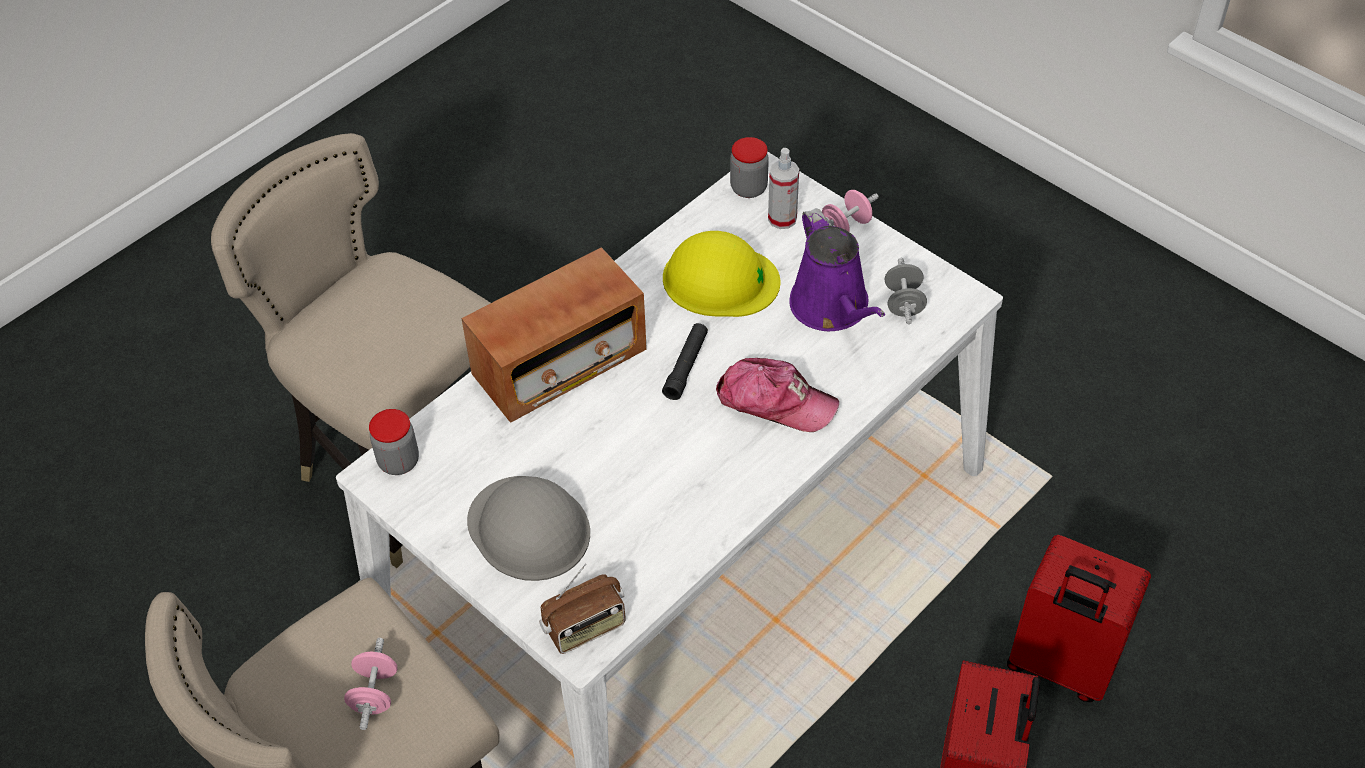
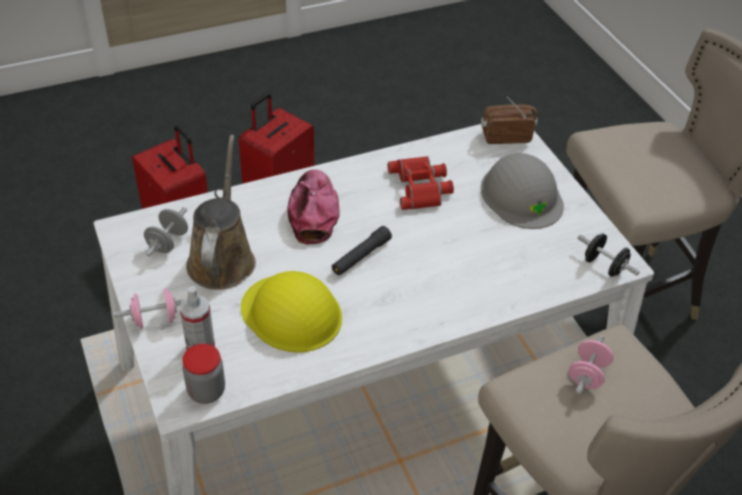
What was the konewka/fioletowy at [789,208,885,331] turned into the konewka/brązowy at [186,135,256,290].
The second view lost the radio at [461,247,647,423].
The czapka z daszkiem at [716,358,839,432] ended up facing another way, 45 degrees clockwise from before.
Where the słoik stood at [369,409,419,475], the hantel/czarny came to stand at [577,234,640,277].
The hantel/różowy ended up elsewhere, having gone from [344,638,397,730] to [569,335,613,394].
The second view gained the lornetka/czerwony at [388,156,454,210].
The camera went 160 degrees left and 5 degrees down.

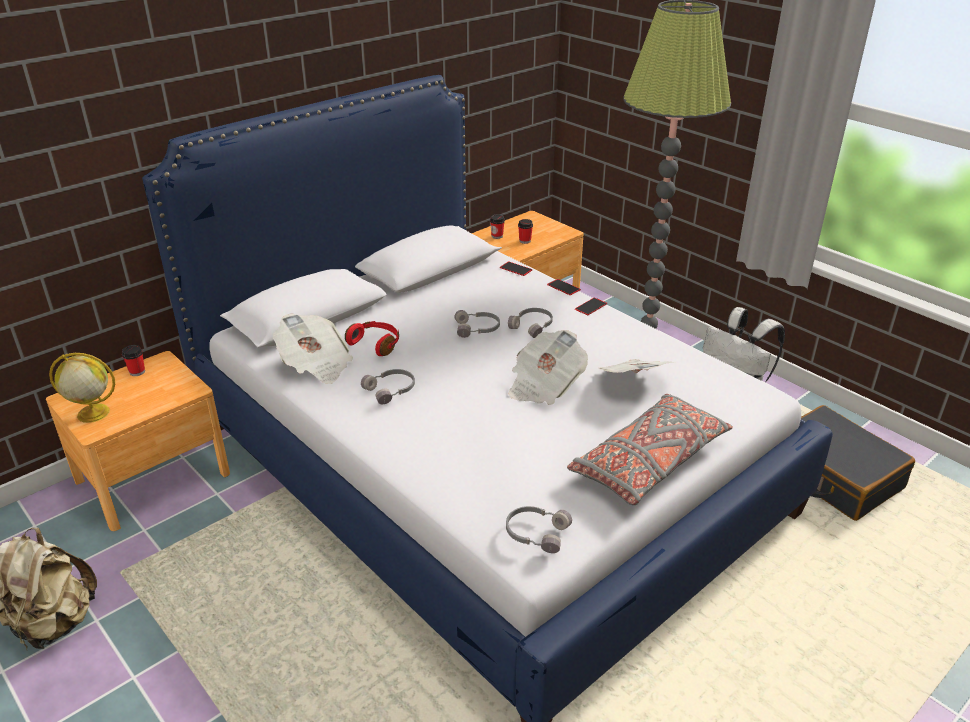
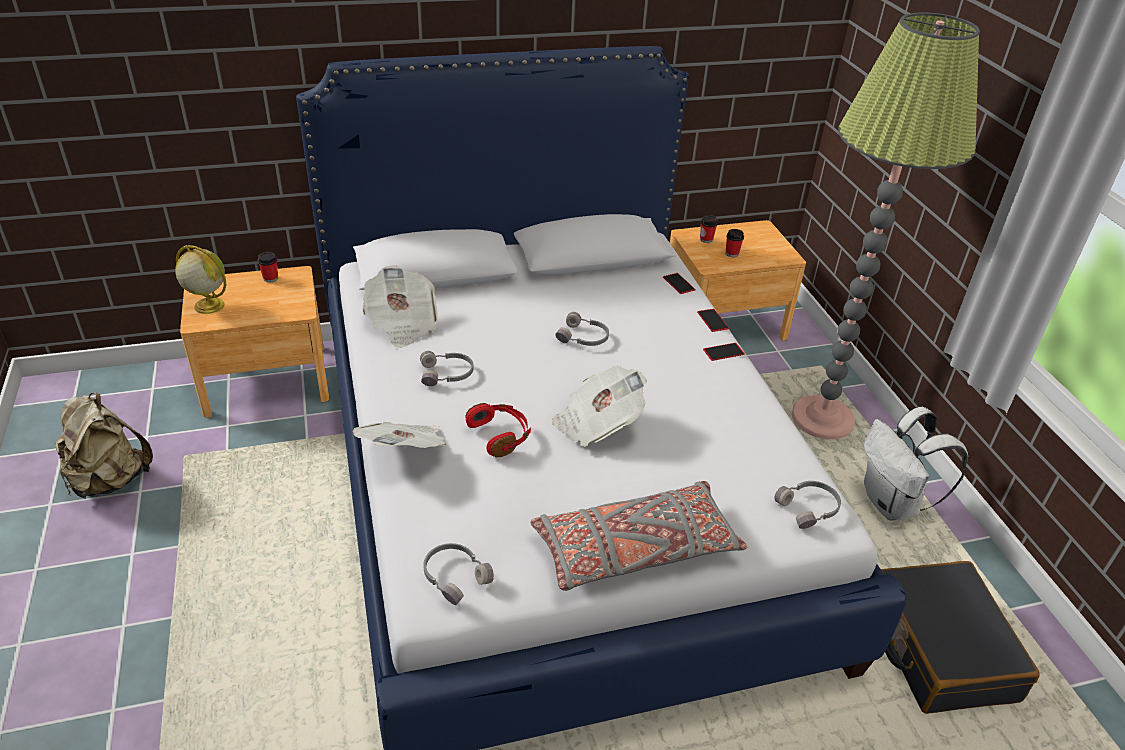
The słuchawki/szary ended up elsewhere, having gone from [508,308,553,338] to [774,481,841,529].
The słuchawki/czerwony ended up elsewhere, having gone from [345,321,399,356] to [466,403,531,457].
The gazeta ended up elsewhere, having gone from [600,359,675,373] to [353,422,446,448].
The camera went 25 degrees right and 5 degrees up.

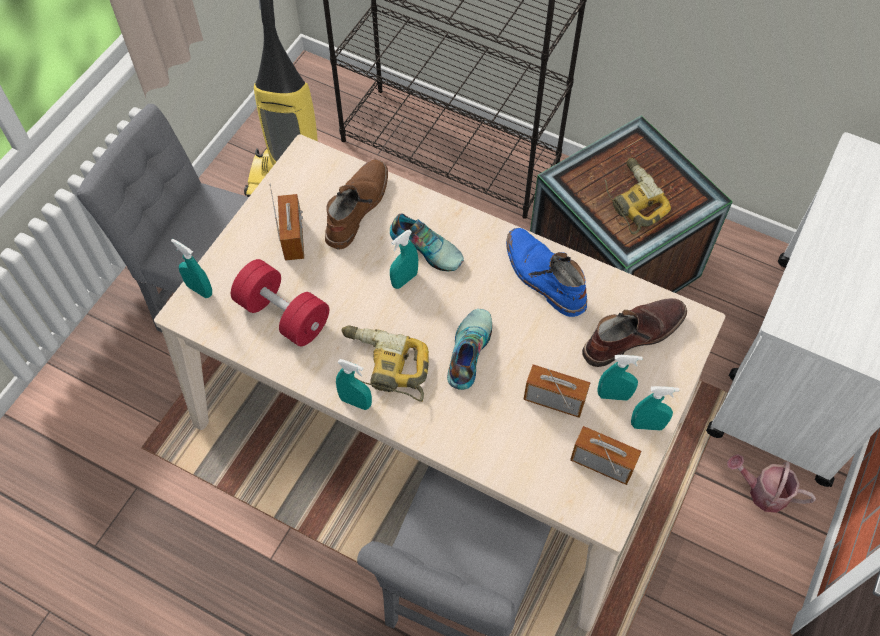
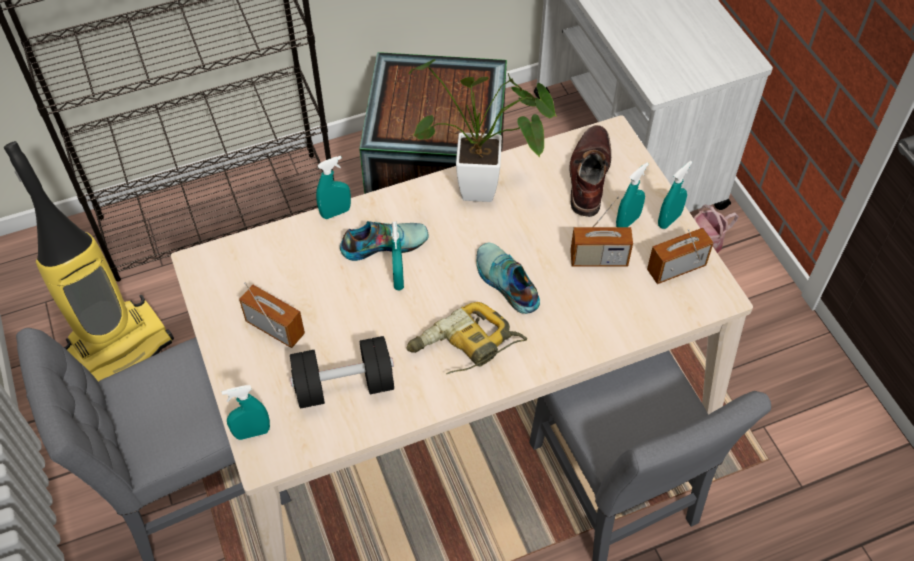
The second view lost the wiertarka at [605,158,671,235].
The second view lost the but z cholewką/brązowy at [325,160,388,250].
Where the but z cholewką/niebieski stood at [506,228,587,317], the roślina doniczkowa came to stand at [409,59,557,202].
What was the hantel/czerwony at [231,259,329,346] turned into the hantel/czarny at [290,336,394,409].
The spryskiwacz/turkusowy ended up elsewhere, having gone from [336,359,372,410] to [316,156,351,219].
The radio at [523,364,590,418] ended up facing another way, 150 degrees counterclockwise from before.
The camera went 50 degrees left and 5 degrees down.

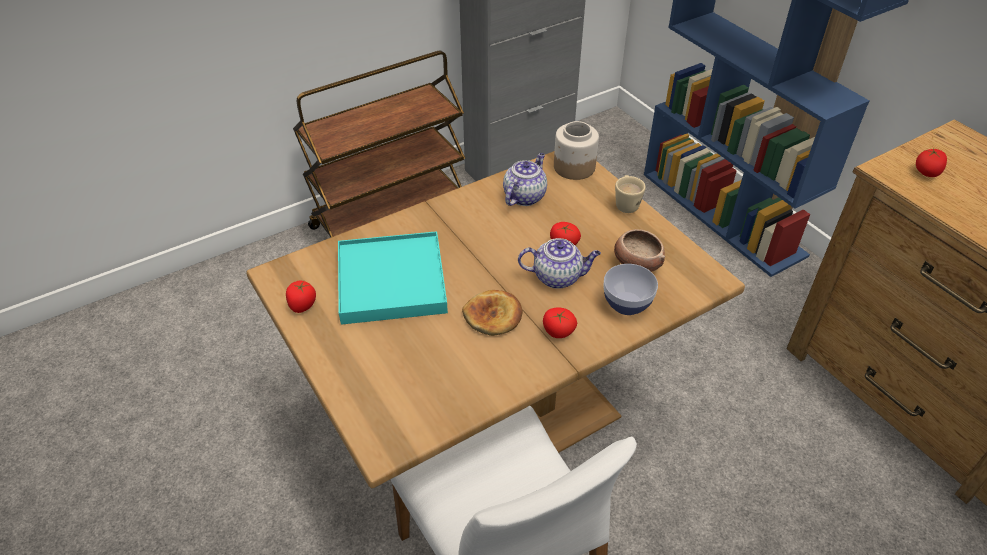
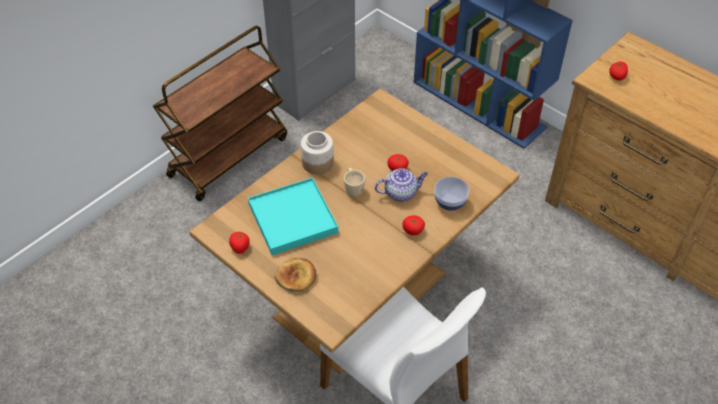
The słoik ended up elsewhere, having gone from [554,121,599,180] to [301,131,334,174].
The second view lost the imbryk at [503,153,547,206].
The kubek/beżowy ended up elsewhere, having gone from [615,175,646,213] to [344,168,365,197].
The second view lost the miska at [614,229,665,272].
The chleb ended up elsewhere, having gone from [462,290,523,336] to [274,258,316,292].
The camera went 15 degrees left and 5 degrees up.

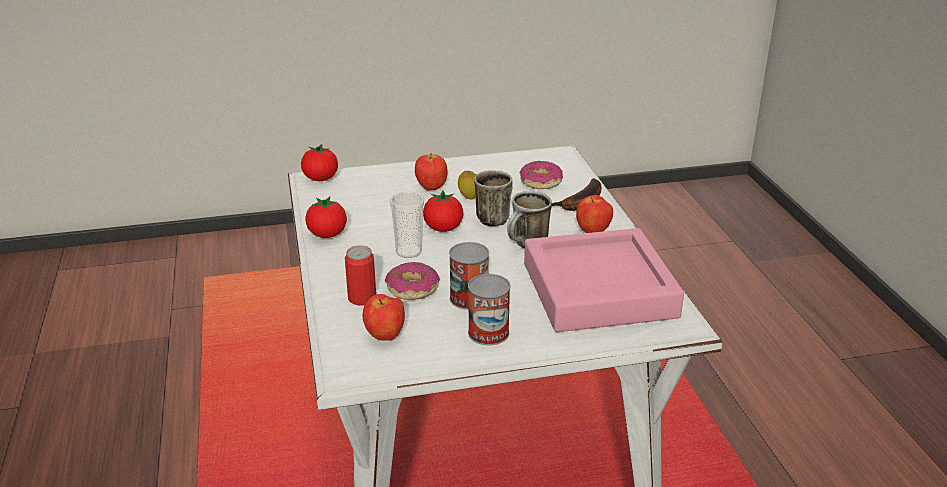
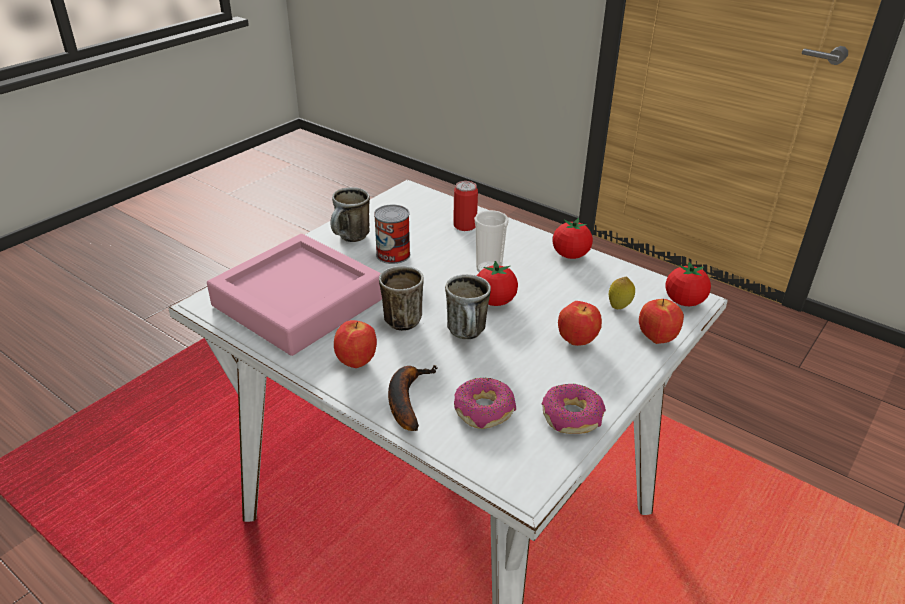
The cytryna ended up elsewhere, having gone from [458,171,476,199] to [609,277,635,309].
The donut ended up elsewhere, having gone from [385,262,440,300] to [541,384,606,434].
Where the puszka stood at [468,274,510,345], the kubek came to stand at [331,187,370,242].
The jabłko ended up elsewhere, having gone from [363,294,405,341] to [639,299,684,344].
The camera went 140 degrees right and 5 degrees up.

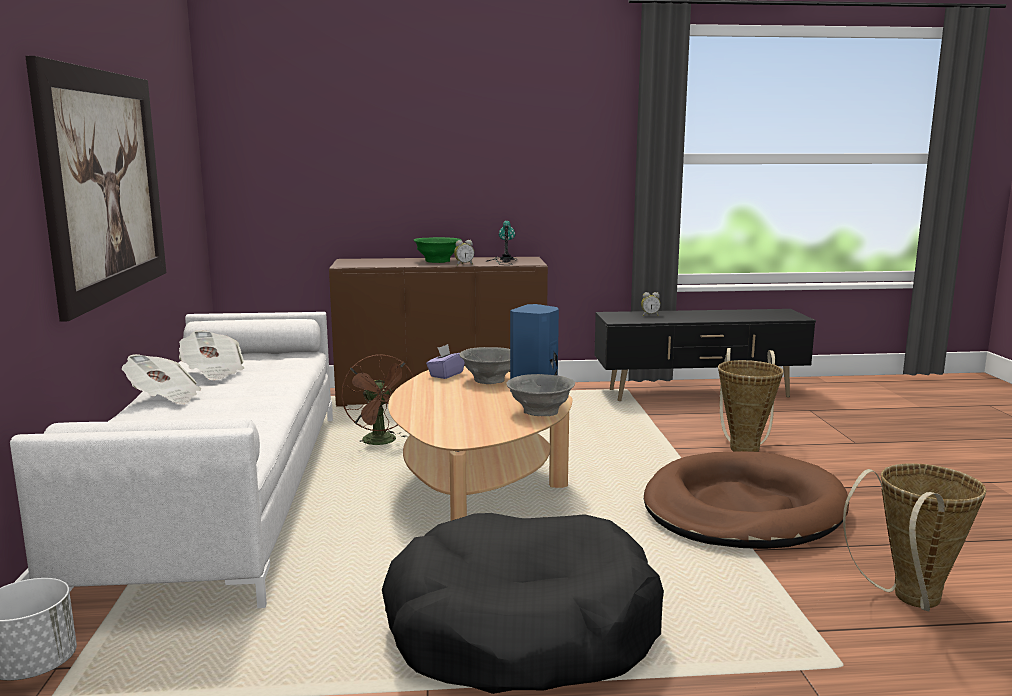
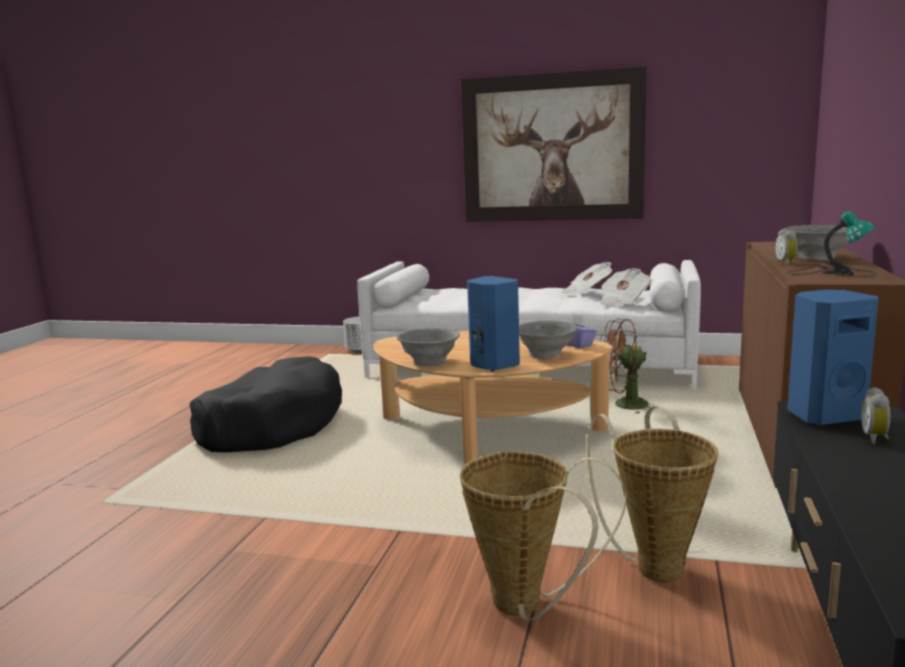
What was the miska/zielony at [413,237,461,263] turned into the miska/szary at [784,225,849,261].
The gazeta ended up elsewhere, having gone from [122,354,202,404] to [599,268,651,306].
The second view lost the legowisko/brązowy at [644,451,849,549].
The koszyk ended up elsewhere, having gone from [843,463,986,611] to [587,407,718,583].
The second view gained the głośnik/niebieski at [787,290,879,425].
The camera went 110 degrees right and 0 degrees up.

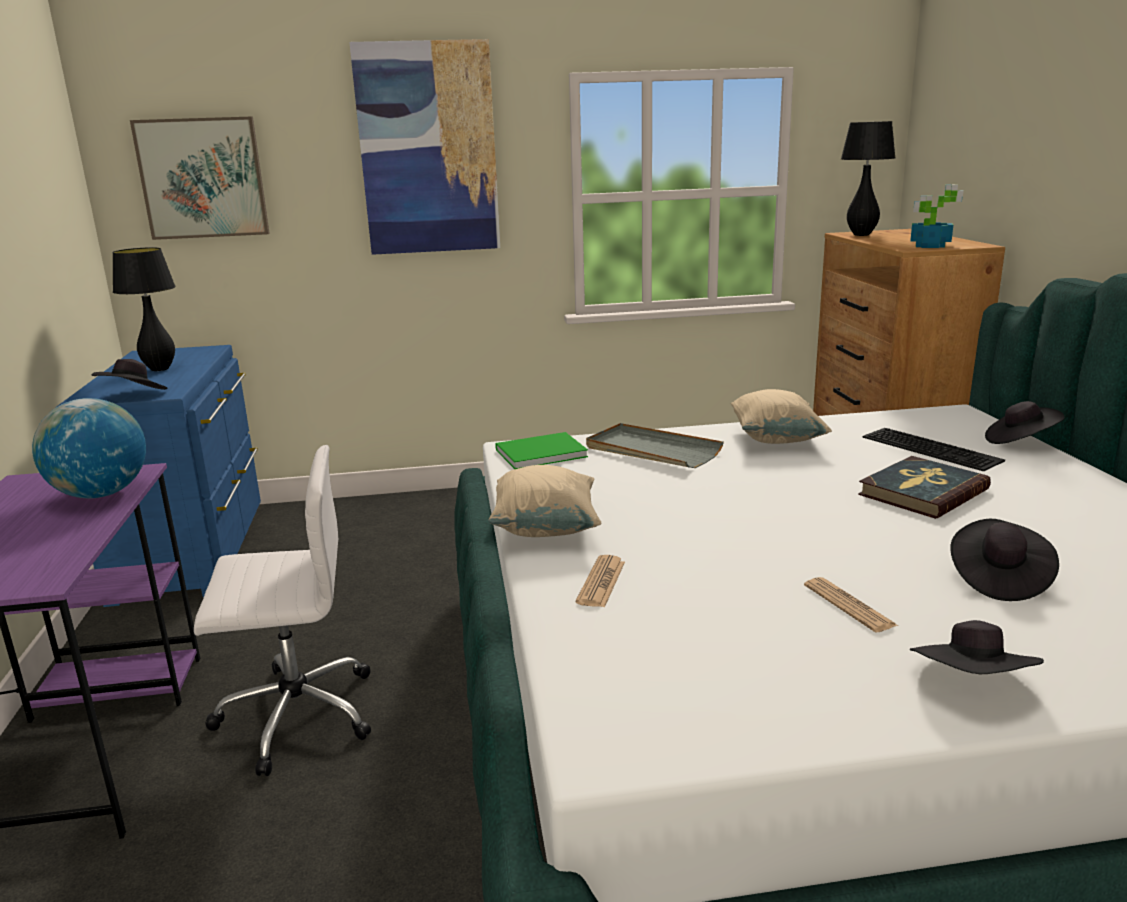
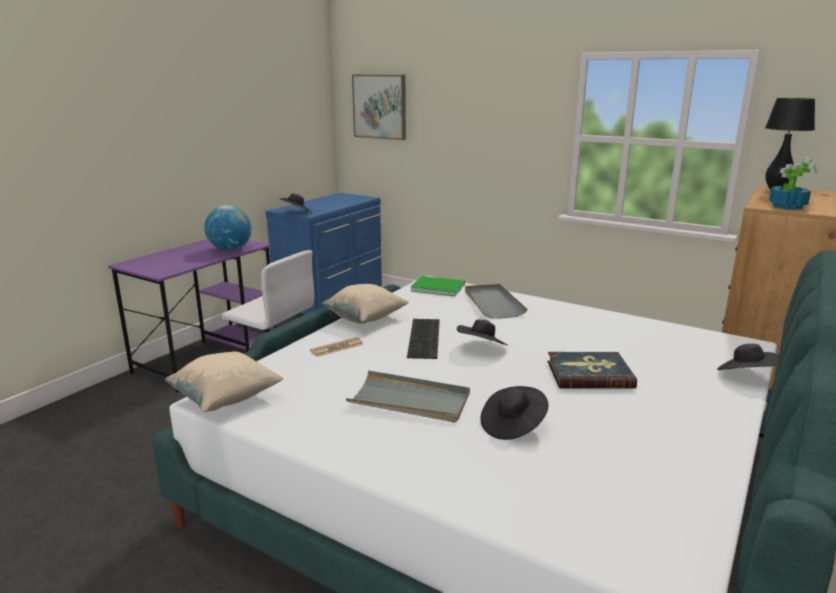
The second view lost the obraz at [349,39,500,255].
The second view lost the lampa stołowa/czarny at [112,247,176,371].
The poduszka/beżowy ended up elsewhere, having gone from [730,389,832,444] to [165,352,284,412].
The klawiatura ended up elsewhere, having gone from [863,428,1005,472] to [407,319,440,359].
Where the gazeta stood at [804,577,898,632], the taca/szary came to stand at [346,370,470,423].
The kapelusz/czarny ended up elsewhere, having gone from [910,620,1044,674] to [457,320,507,345].
The camera went 40 degrees right and 0 degrees up.

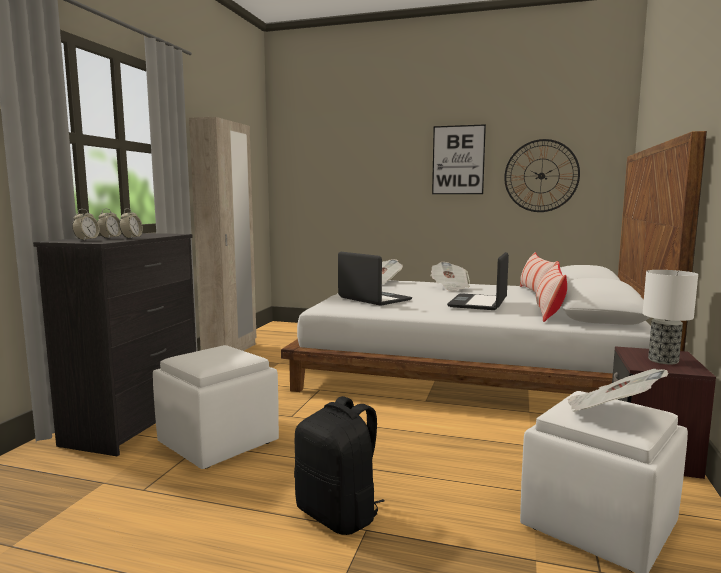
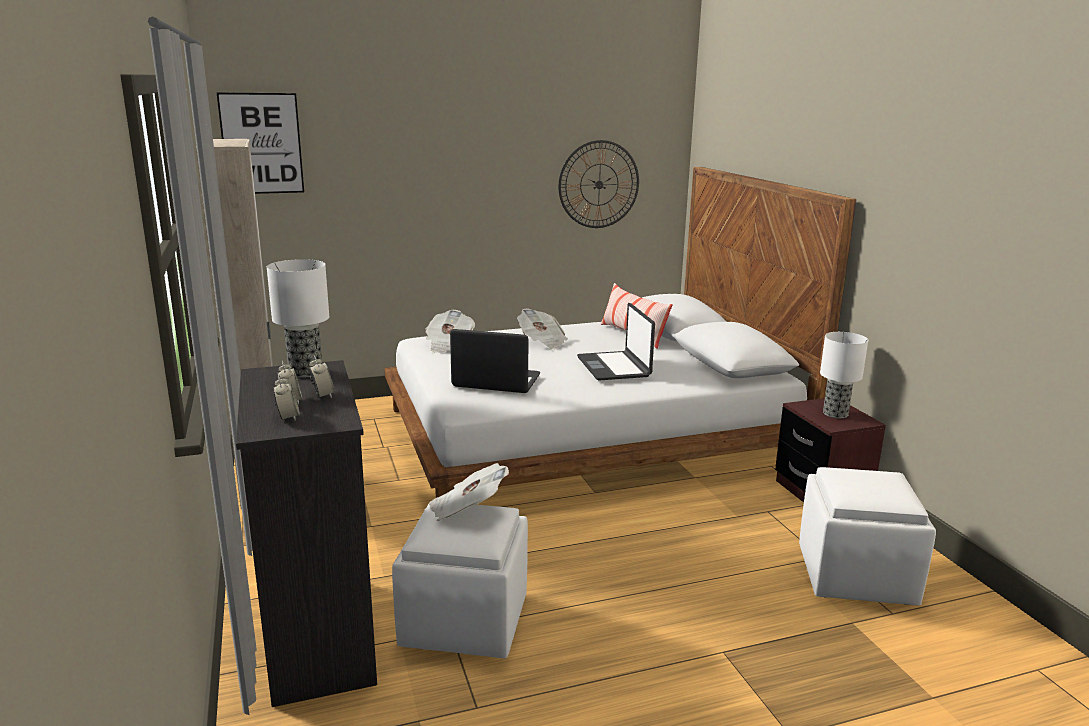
The obraz ended up elsewhere, having gone from [432,124,486,194] to [217,92,304,194].
The second view lost the poduszka at [536,262,567,322].
The gazeta ended up elsewhere, having gone from [568,369,668,412] to [429,463,509,521].
The second view lost the plecak/czarny at [294,396,385,535].
The second view gained the lampa stołowa at [267,259,329,378].
The camera went 35 degrees left and 10 degrees up.

